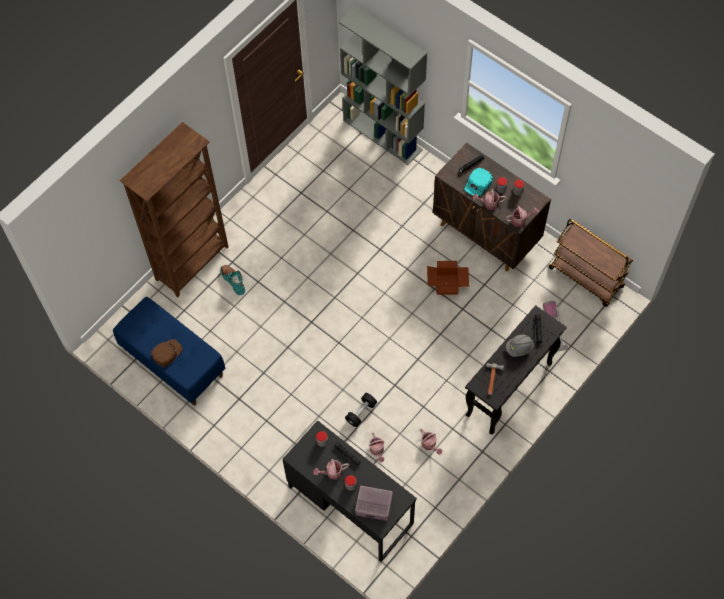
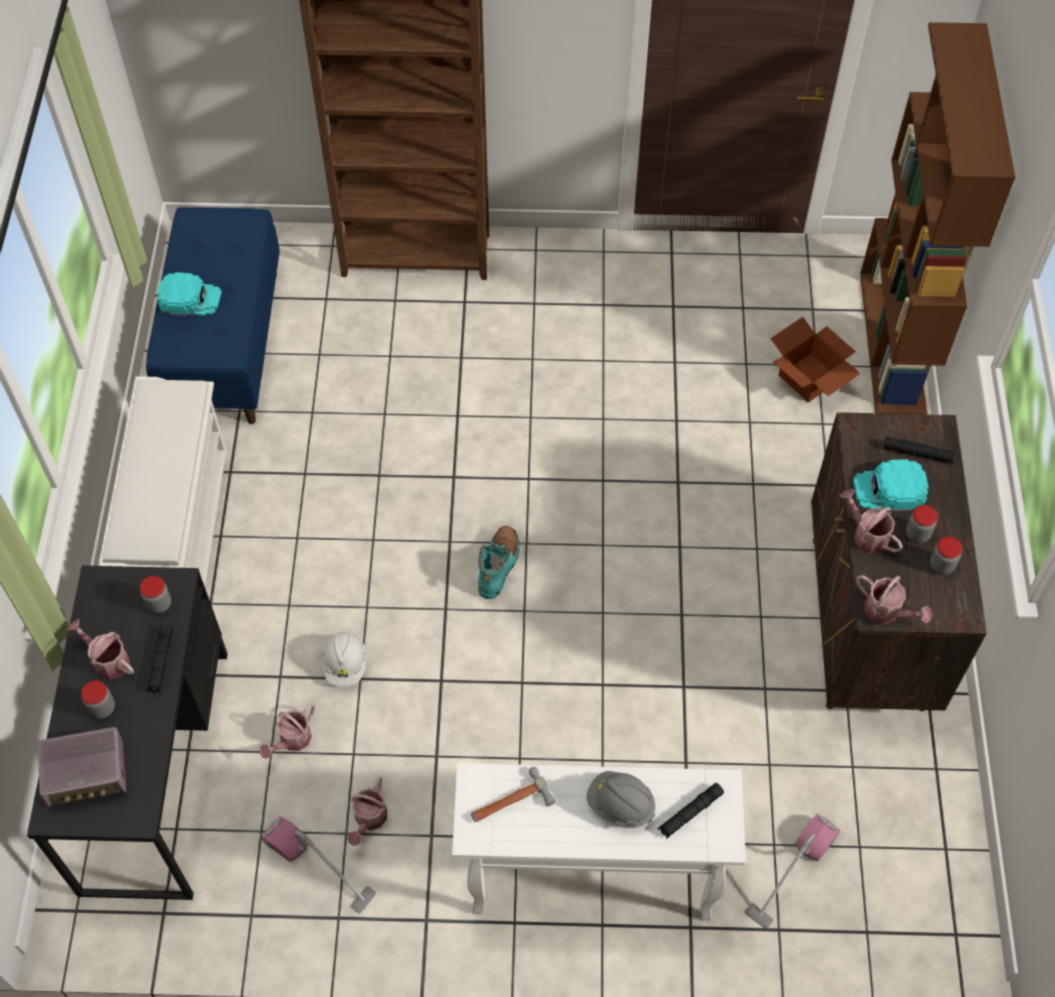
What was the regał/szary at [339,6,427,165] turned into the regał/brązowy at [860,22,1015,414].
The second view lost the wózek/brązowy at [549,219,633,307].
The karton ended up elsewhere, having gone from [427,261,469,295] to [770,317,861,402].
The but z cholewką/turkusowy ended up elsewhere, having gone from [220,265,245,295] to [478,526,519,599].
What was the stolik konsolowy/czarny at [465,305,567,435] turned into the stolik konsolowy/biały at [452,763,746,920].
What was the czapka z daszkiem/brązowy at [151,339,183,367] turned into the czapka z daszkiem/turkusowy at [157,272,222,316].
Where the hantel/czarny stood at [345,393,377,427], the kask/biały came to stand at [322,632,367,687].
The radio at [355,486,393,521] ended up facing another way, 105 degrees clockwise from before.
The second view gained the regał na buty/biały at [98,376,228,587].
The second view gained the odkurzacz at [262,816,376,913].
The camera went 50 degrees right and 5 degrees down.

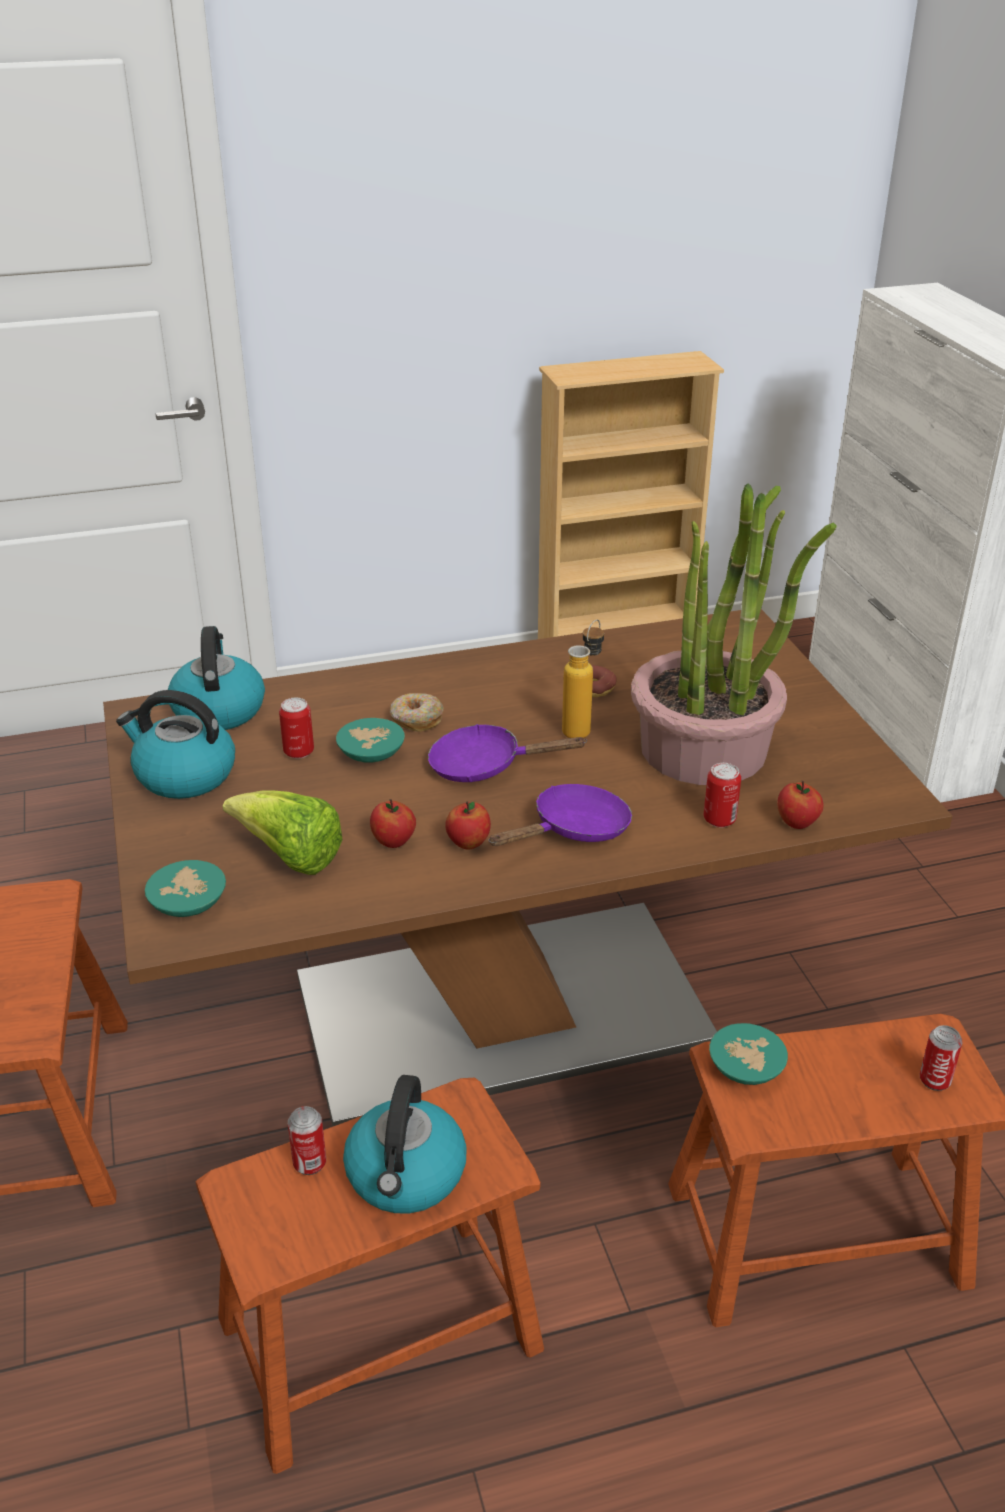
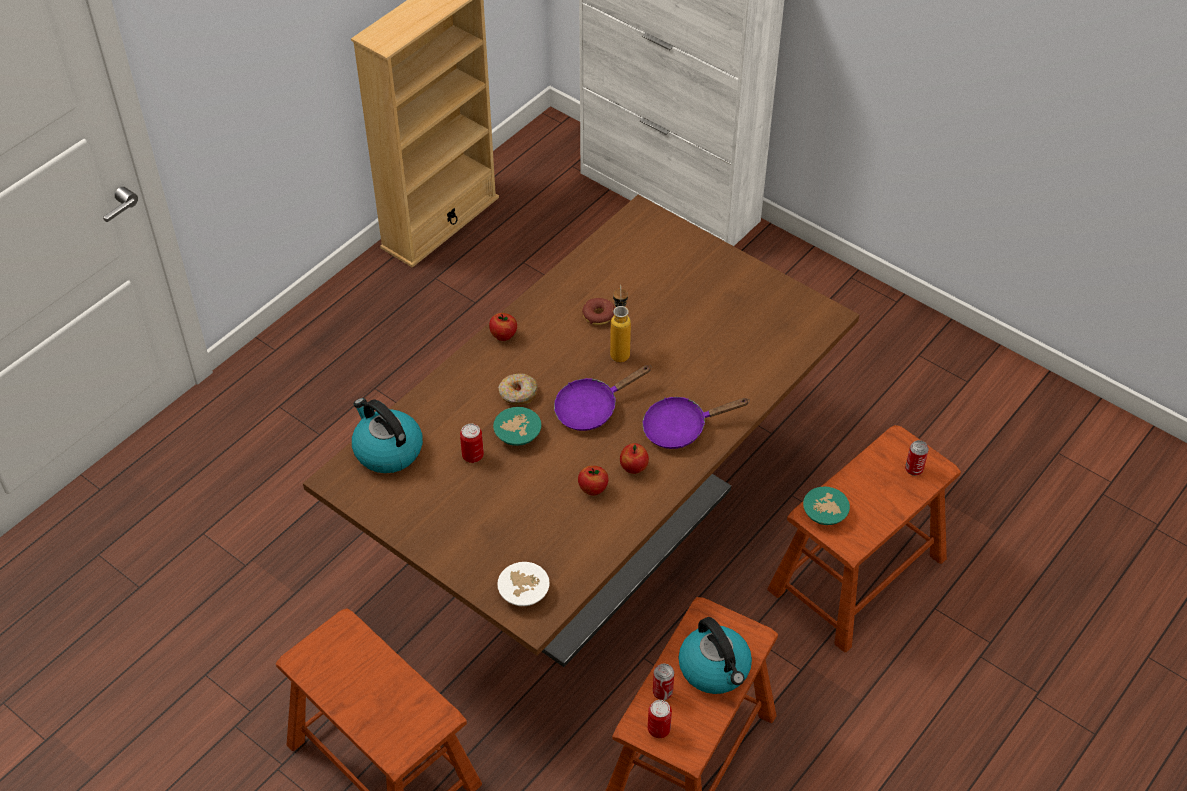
The second view lost the roślina doniczkowa at [631,484,837,785].
The second view lost the czajnik at [116,690,235,799].
The puszka ended up elsewhere, having gone from [704,763,741,828] to [648,700,672,738].
The jabłko ended up elsewhere, having gone from [777,781,824,829] to [489,313,517,341].
The patelnia/fioletowy at [488,784,632,846] ended up facing another way, 120 degrees counterclockwise from before.
The second view lost the sałata at [223,791,343,875].
What was the miska/turkusowy at [145,860,226,917] turned into the miska/biały at [497,562,550,606].
The camera went 35 degrees left and 15 degrees up.

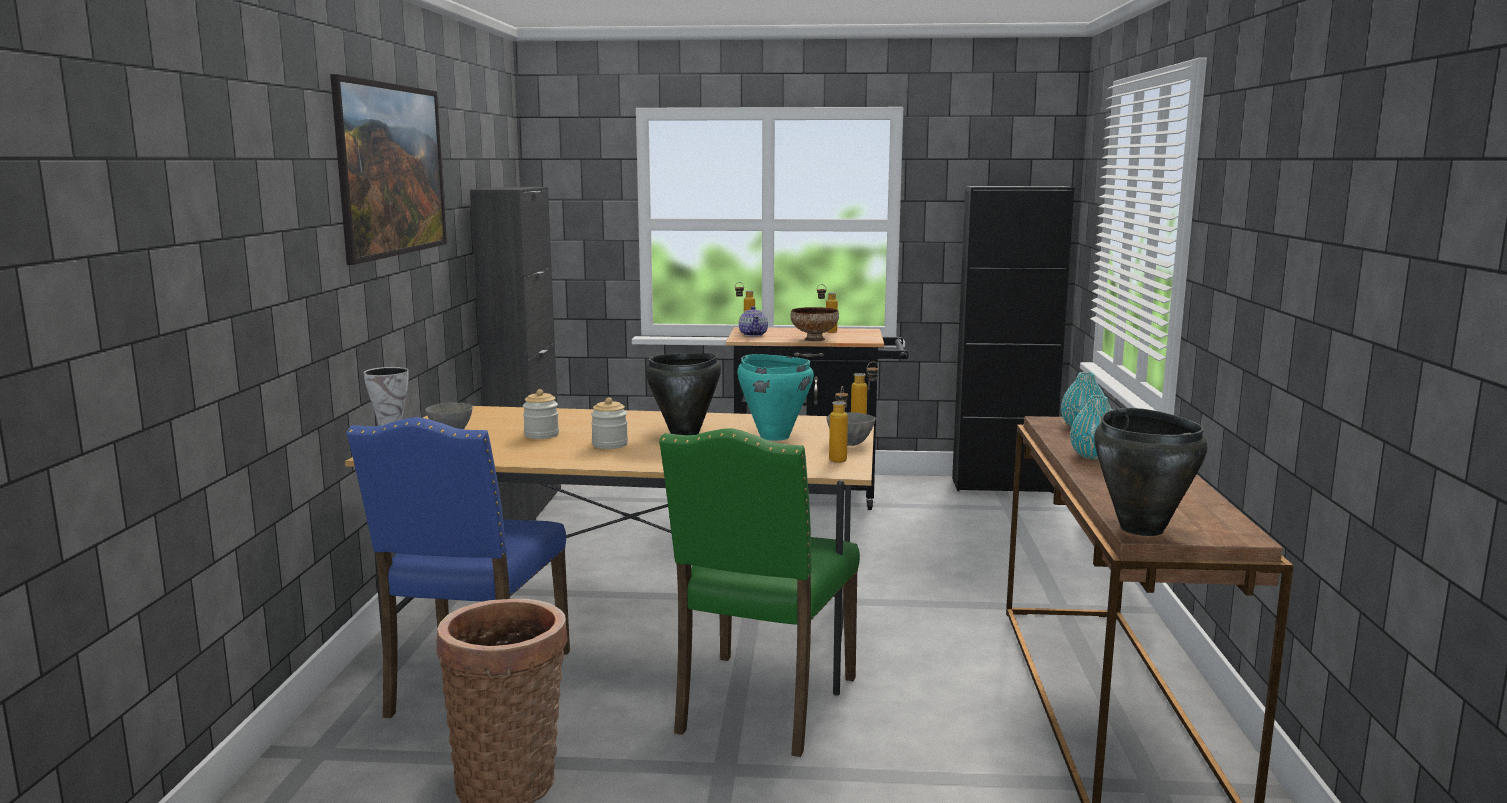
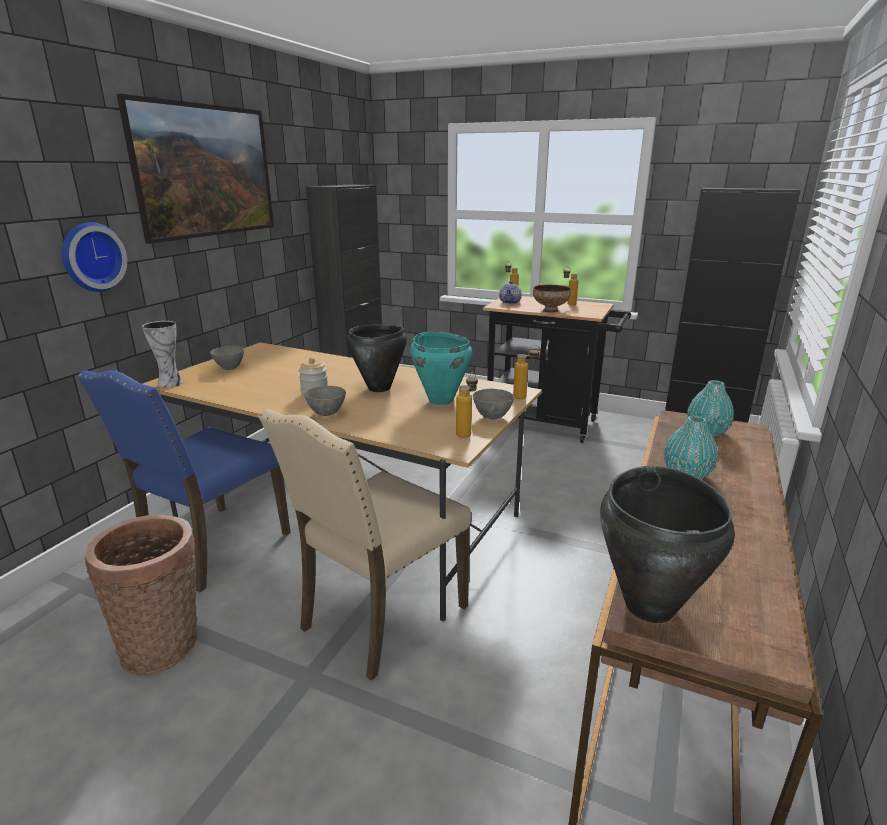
The second view lost the słoik at [523,389,559,439].
What was the krzesło/zielony at [659,428,860,757] turned into the krzesło/beżowy at [258,409,471,681].
The second view gained the zegar ścienny at [62,222,127,292].
The second view gained the miska/szary at [304,386,346,416].
The camera went 20 degrees right and 10 degrees up.

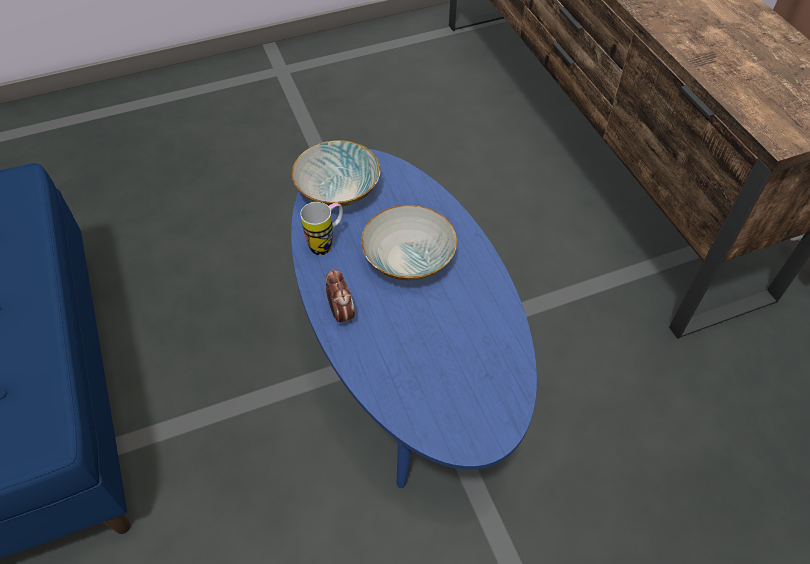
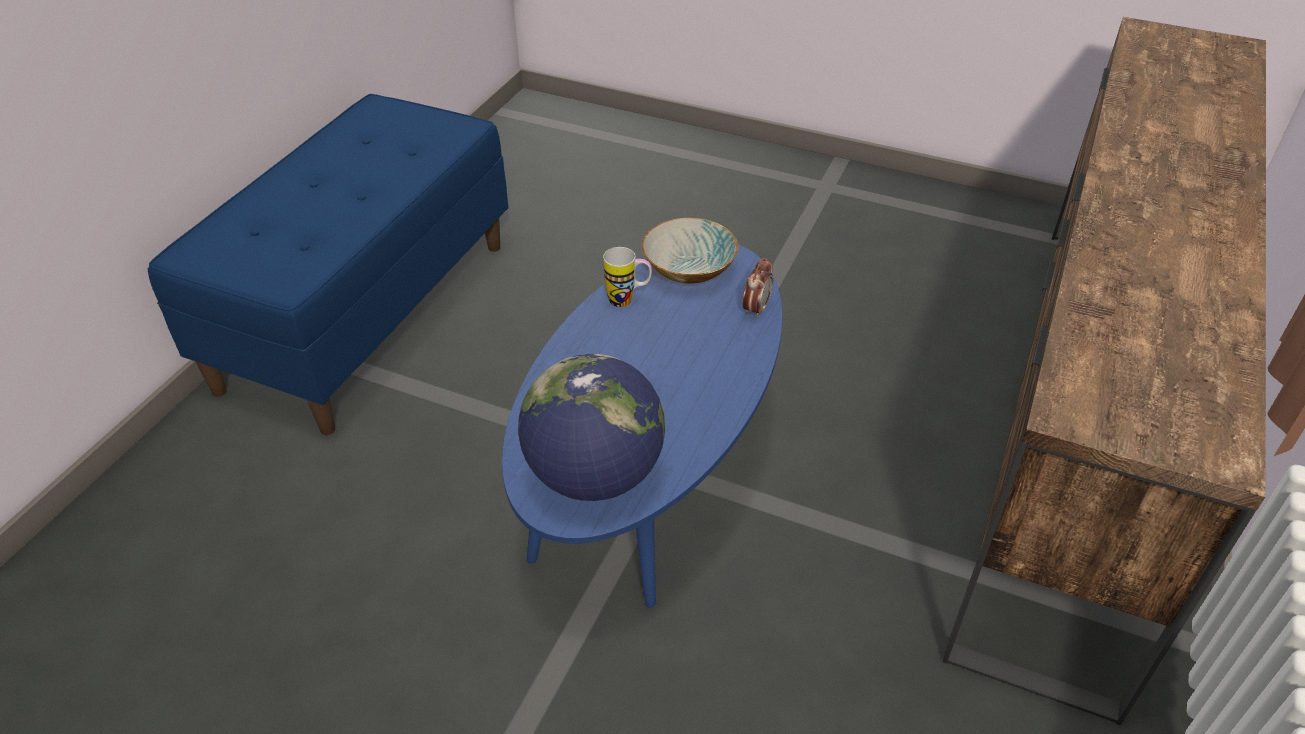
The second view lost the miska at [361,205,457,281].
The budzik ended up elsewhere, having gone from [326,269,355,324] to [743,258,773,319].
The second view gained the globus at [518,354,665,501].
The camera went 45 degrees right and 10 degrees down.

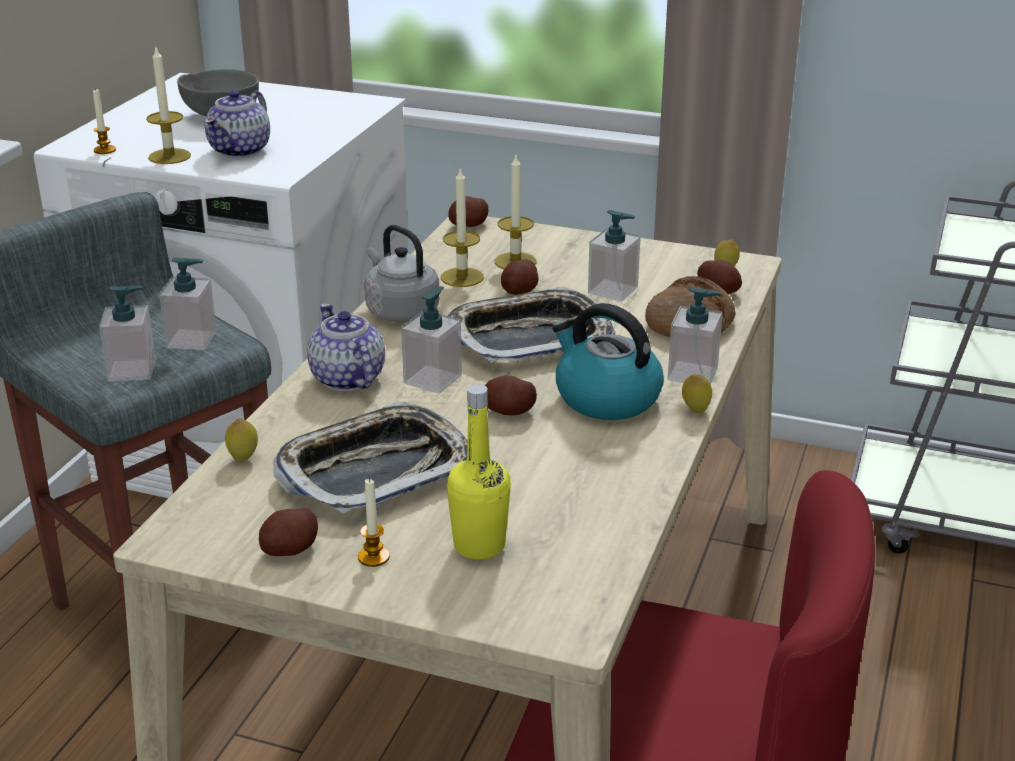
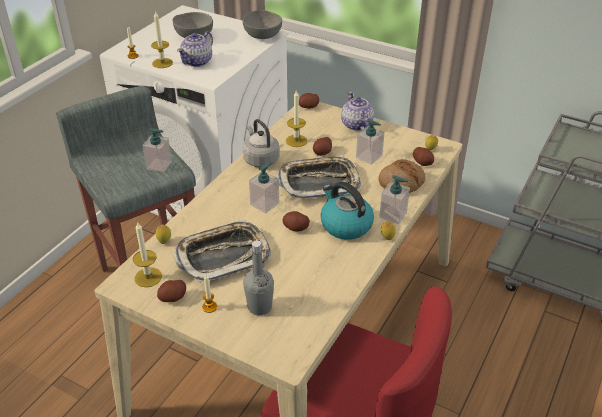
The świeca ended up elsewhere, having gone from [495,155,537,269] to [133,221,162,287].
The second view lost the dozownik mydła at [99,286,156,381].
The imbryk ended up elsewhere, having gone from [307,303,385,391] to [341,91,374,131].
What was the butelka/żółty at [446,384,511,560] turned into the butelka/szary at [243,240,274,316].
The second view gained the miska/szary at [243,10,282,39].
The camera went 10 degrees right and 10 degrees up.

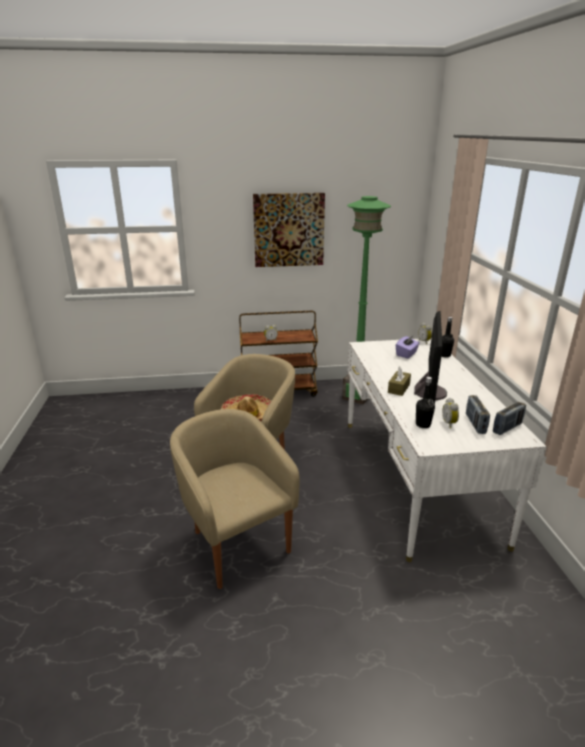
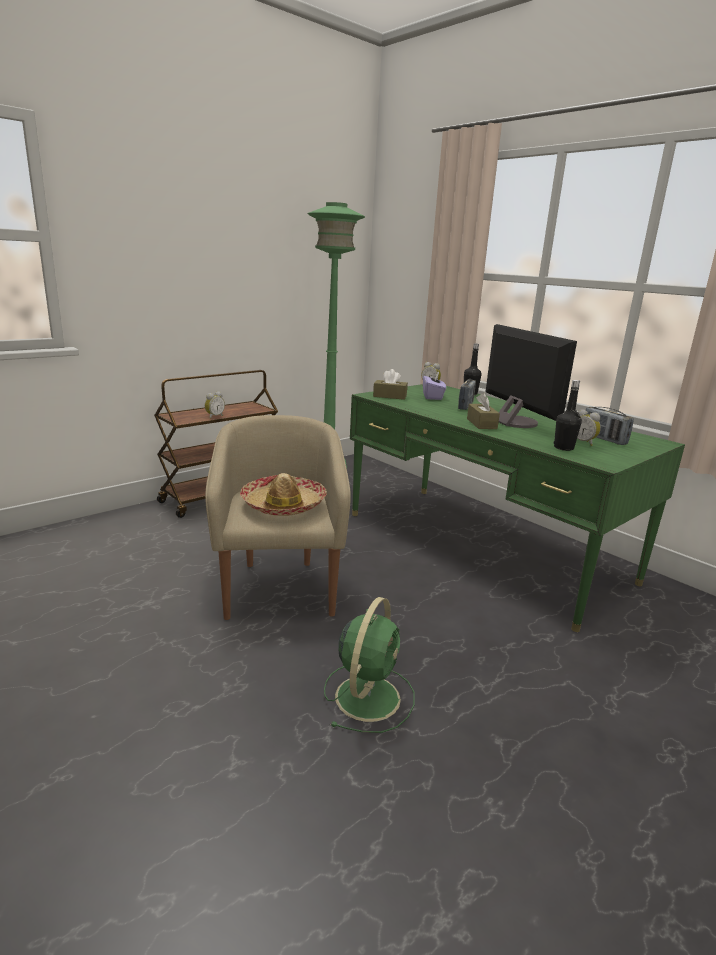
The second view lost the obraz at [253,193,325,267].
What was the biurko/biały at [347,339,547,562] turned into the biurko/zielony at [350,384,685,632].
The radio ended up elsewhere, having gone from [493,402,526,435] to [458,379,476,410].
Where the fotel/beżowy stood at [170,409,300,589], the wentylator/zielony came to stand at [324,597,414,733].
The second view gained the pudełko chusteczek/brązowy at [373,369,408,400].
The camera went 35 degrees left and 5 degrees down.

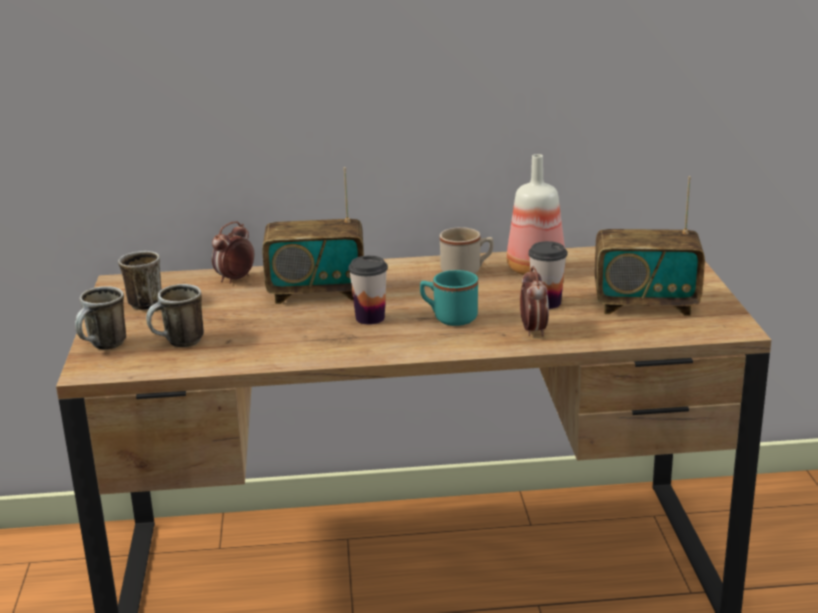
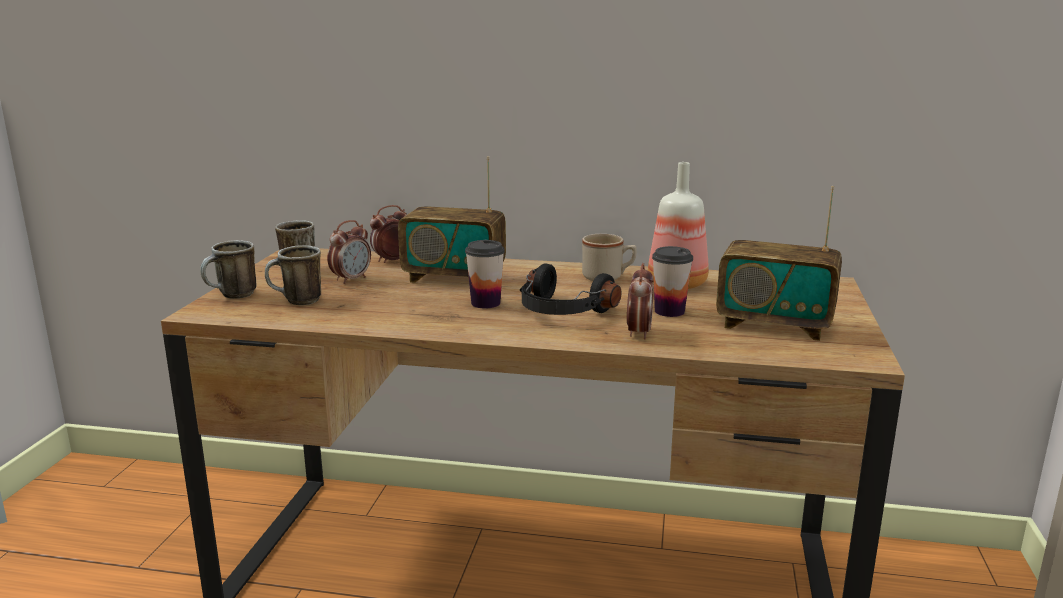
Where the kubek/turkusowy stood at [420,270,478,326], the słuchawki/czarny came to stand at [520,263,622,315].
The second view gained the budzik at [327,220,371,284].
The camera went 15 degrees right and 5 degrees down.

